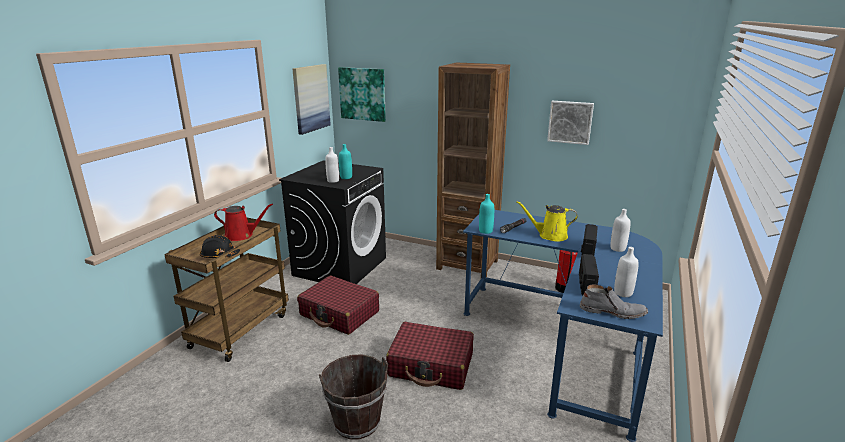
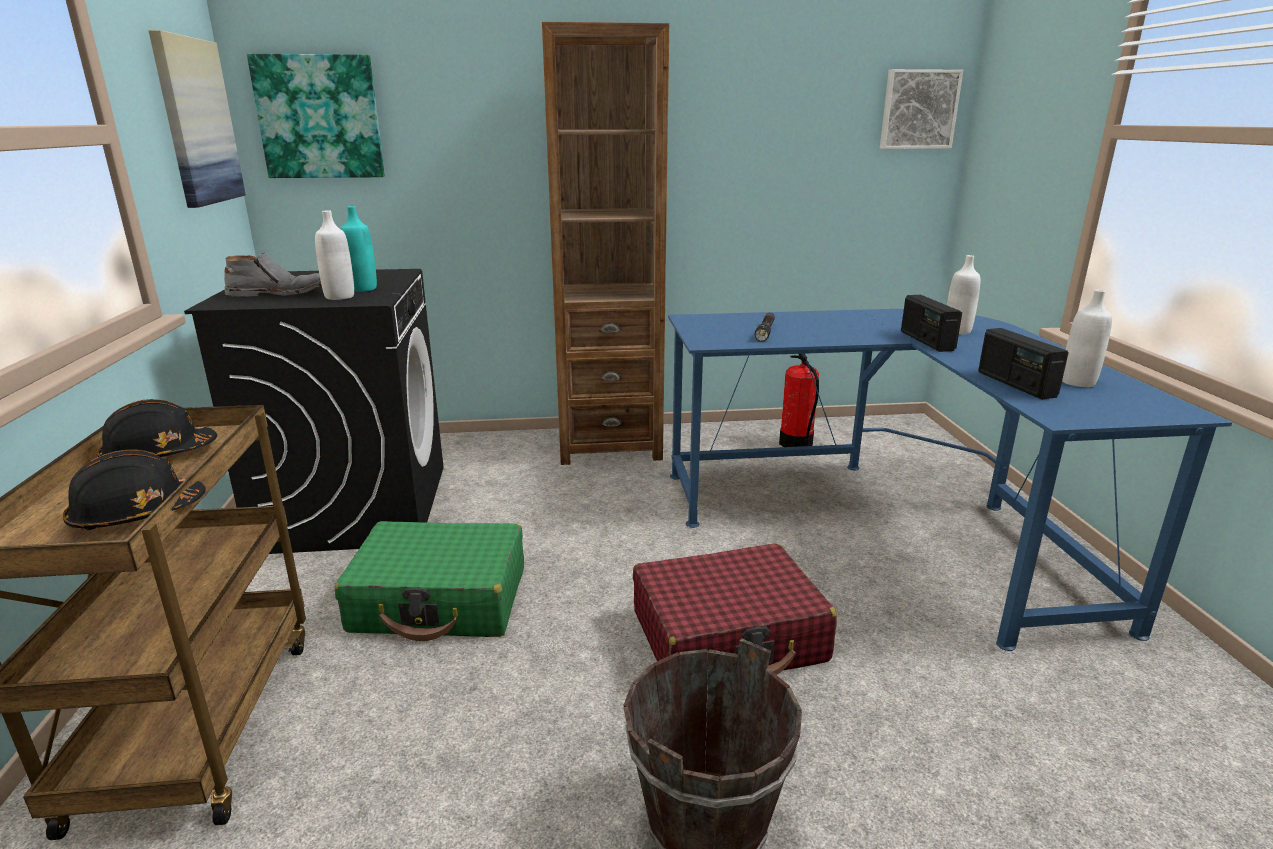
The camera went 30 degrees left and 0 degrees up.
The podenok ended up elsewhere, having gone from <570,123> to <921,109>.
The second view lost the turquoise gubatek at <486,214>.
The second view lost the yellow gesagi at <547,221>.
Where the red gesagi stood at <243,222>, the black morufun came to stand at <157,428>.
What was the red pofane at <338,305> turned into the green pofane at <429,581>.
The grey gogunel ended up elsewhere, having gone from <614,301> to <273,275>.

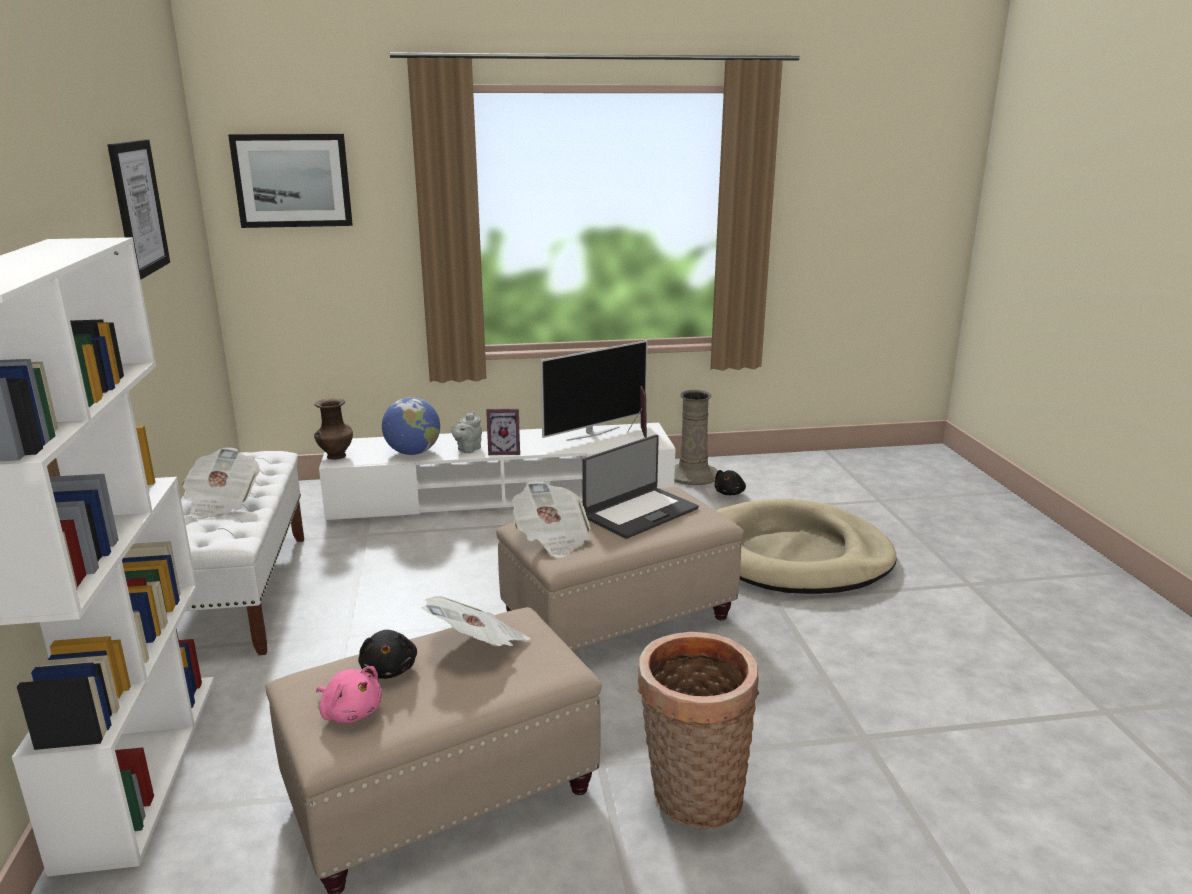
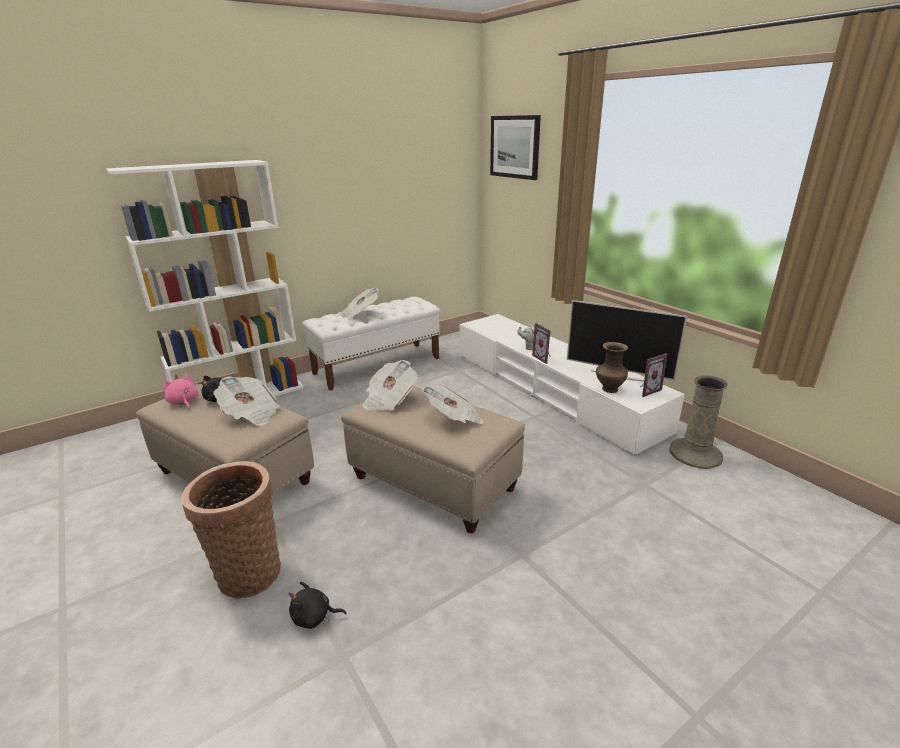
The camera went 65 degrees right and 5 degrees up.
The second view lost the podenok at <139,209>.
The second view lost the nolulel at <411,426>.
The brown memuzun ended up elsewhere, having gone from <333,429> to <612,367>.
Where the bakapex stood at <640,486>, the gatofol came to stand at <453,404>.
The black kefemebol ended up elsewhere, having gone from <730,482> to <318,605>.
The second view lost the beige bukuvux at <806,546>.
The pink kefemebol at <349,694> ended up facing another way, 135 degrees clockwise from before.

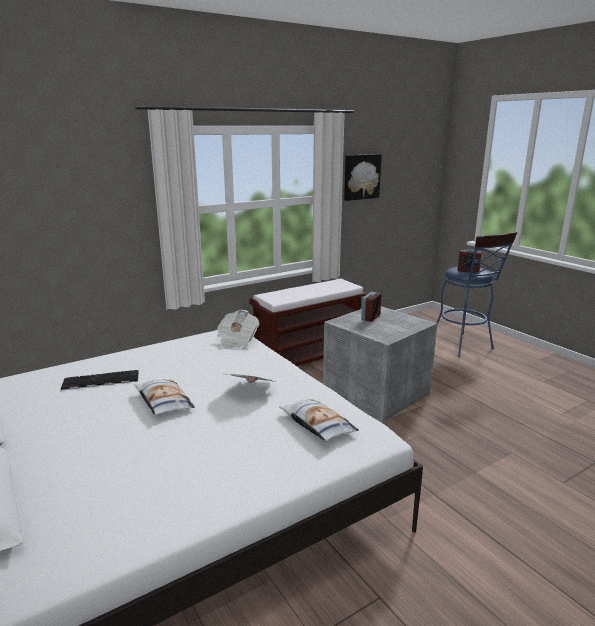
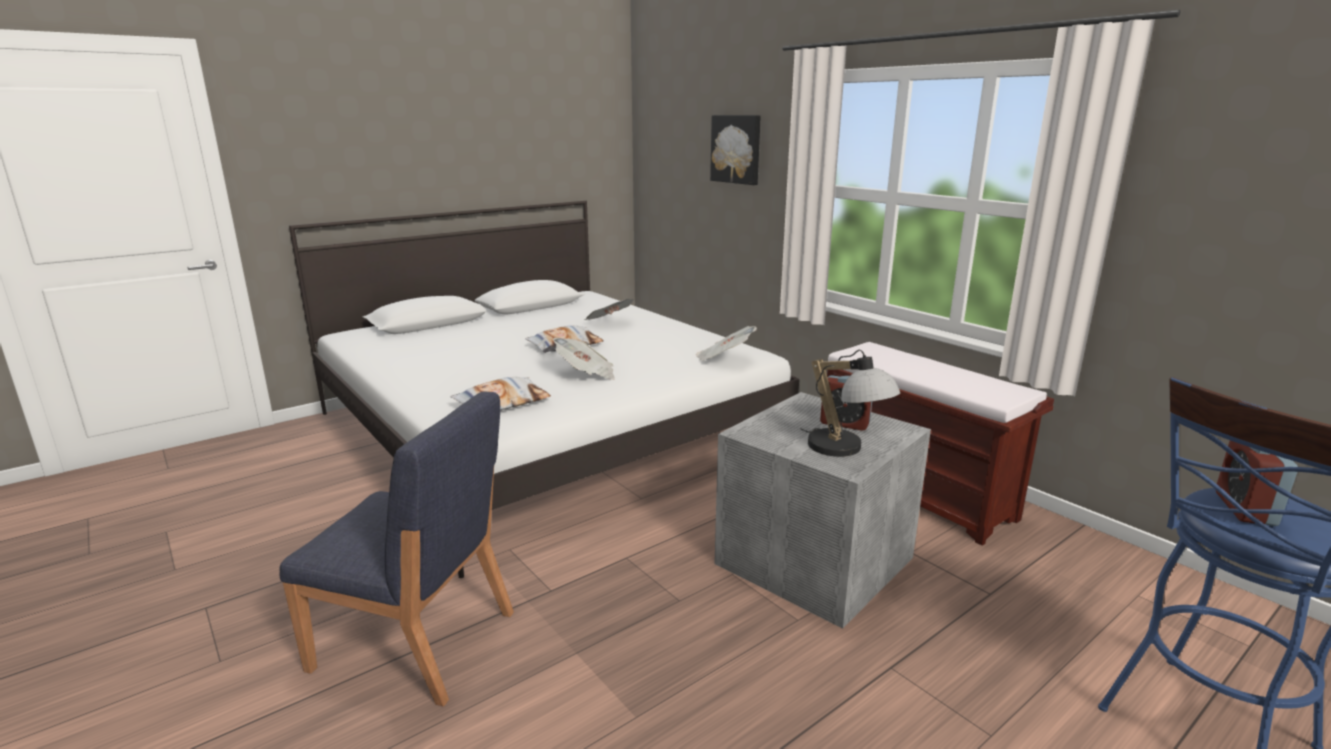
The camera went 85 degrees right and 0 degrees up.
The podenok ended up elsewhere, having gone from <363,177> to <735,150>.
Where the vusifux stood at <100,380>, the gatofol came to stand at <609,309>.
The second view gained the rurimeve at <850,403>.
The second view gained the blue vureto at <397,548>.

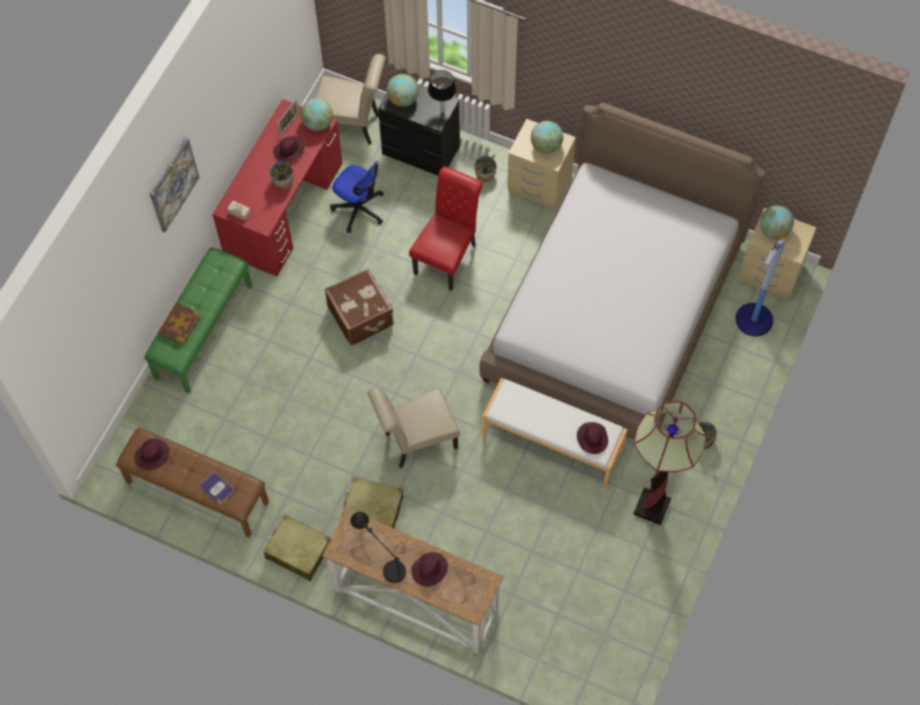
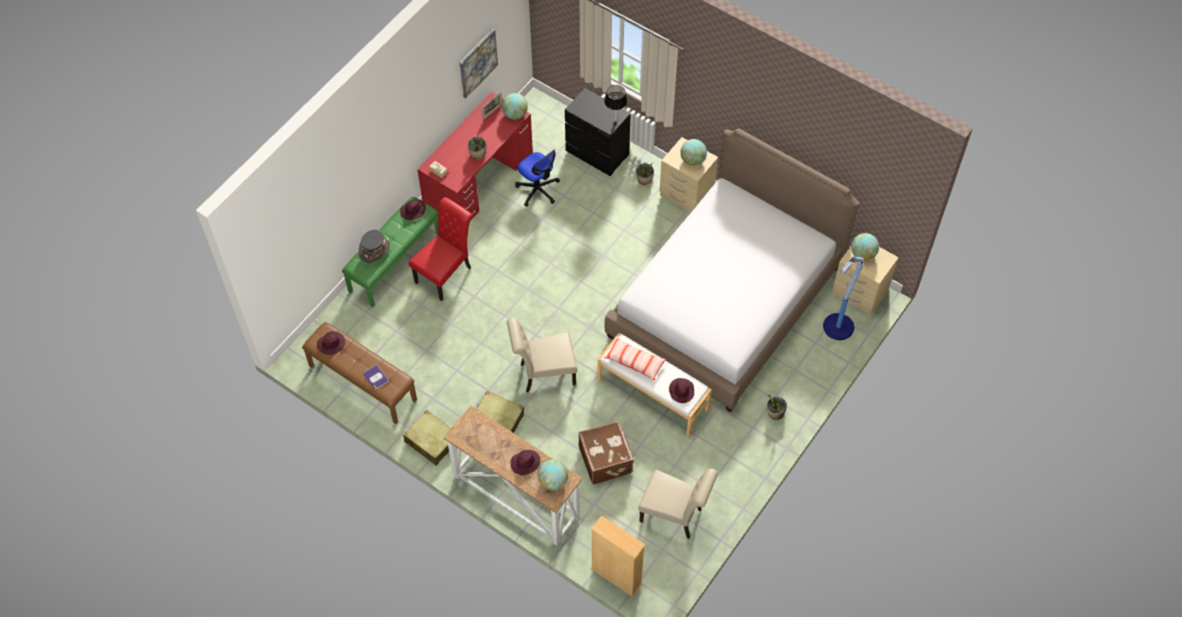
The camera went 10 degrees right and 5 degrees down.
The beige vureto ended up elsewhere, having gone from <351,99> to <678,503>.
The nolulel ended up elsewhere, having gone from <402,90> to <553,474>.
The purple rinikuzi ended up elsewhere, having gone from <289,149> to <413,210>.
The podenok ended up elsewhere, having gone from <174,184> to <478,64>.
The red vureto ended up elsewhere, having gone from <446,228> to <441,249>.
The brown pofane ended up elsewhere, having gone from <359,307> to <606,453>.
Where the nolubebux stood at <179,324>, the grey rinikuzi came to stand at <374,246>.
The second view lost the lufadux at <669,463>.
The second view lost the black rurimeve at <378,547>.
The second view gained the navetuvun at <634,359>.
The second view gained the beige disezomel at <618,556>.

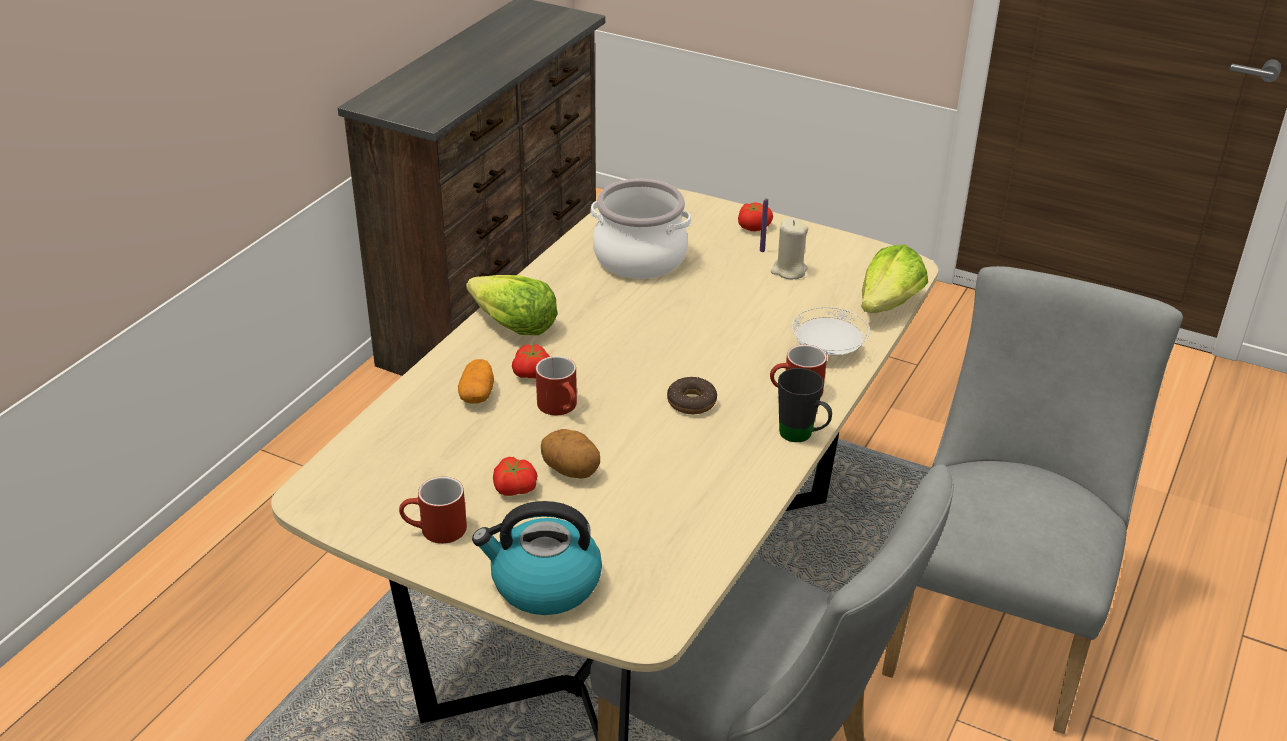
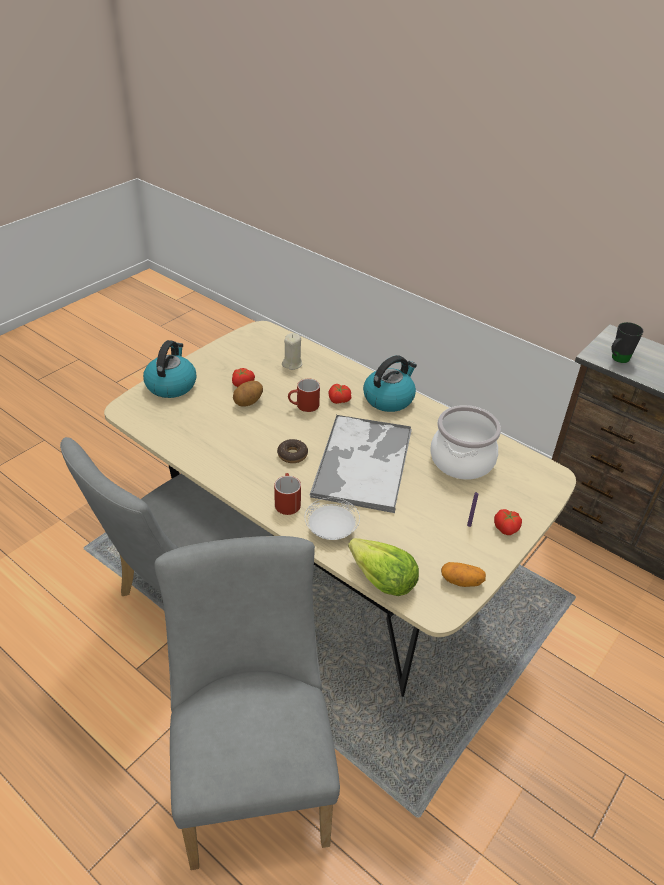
The camera went 100 degrees right and 5 degrees up.
The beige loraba ended up elsewhere, having gone from <789,248> to <292,351>.
The grey vureto at <1032,500> ended up facing another way, 135 degrees counterclockwise from before.
Where the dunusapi stood at <511,305>, the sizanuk came to stand at <390,383>.
The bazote ended up elsewhere, having gone from <476,381> to <463,574>.
The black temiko ended up elsewhere, having gone from <805,405> to <627,342>.
The second view lost the red temiko at <433,510>.
The second view gained the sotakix at <361,464>.

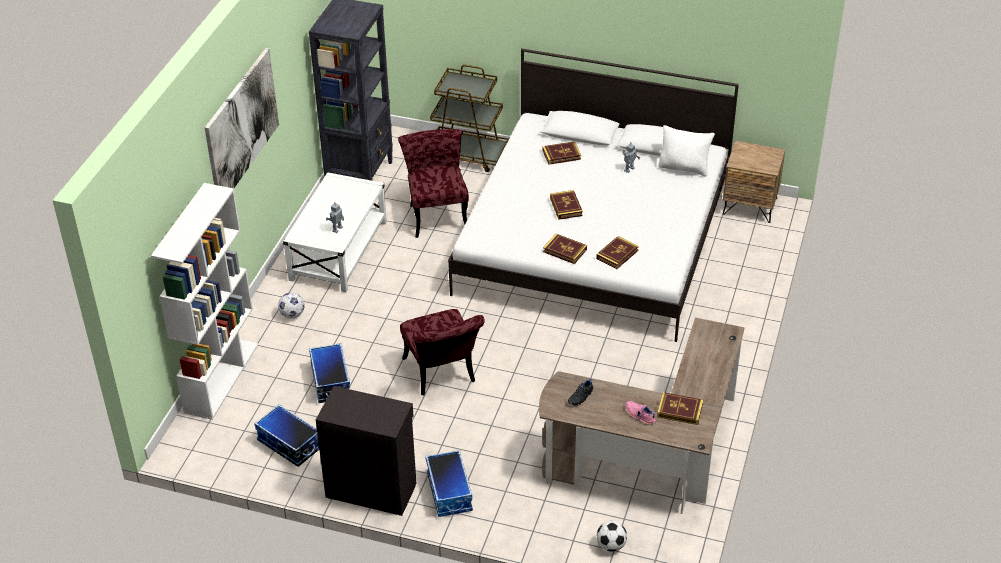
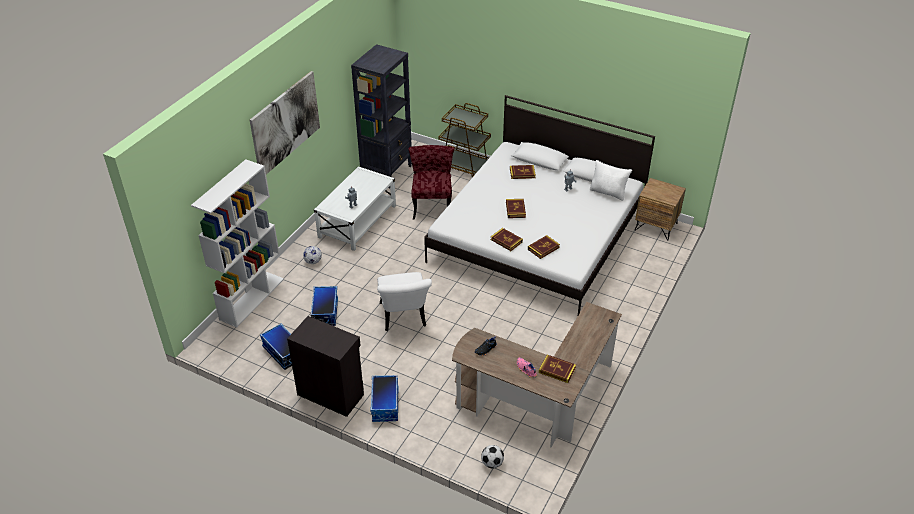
The camera went 10 degrees right and 0 degrees up.
What was the red vureto at <442,352> turned into the white vureto at <404,301>.

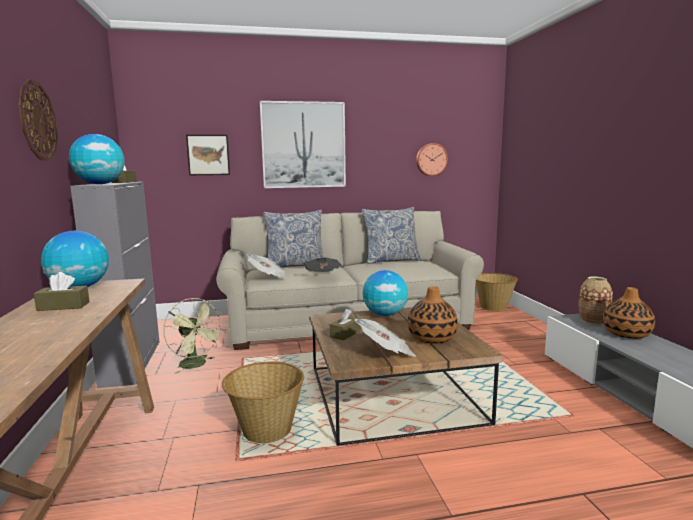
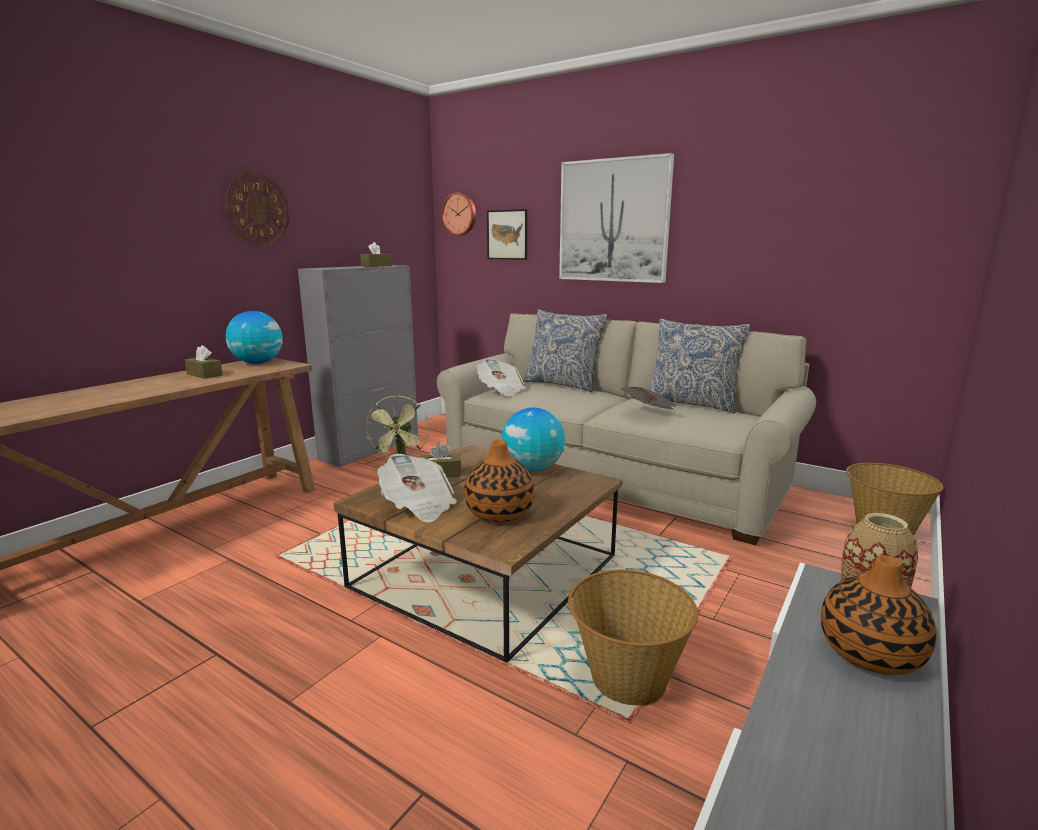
The camera went 45 degrees right and 5 degrees up.
The second view lost the nolulel at <97,159>.
The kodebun ended up elsewhere, having gone from <432,159> to <458,214>.
The gatofol ended up elsewhere, having gone from <322,265> to <648,398>.
The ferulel ended up elsewhere, having gone from <263,402> to <633,638>.

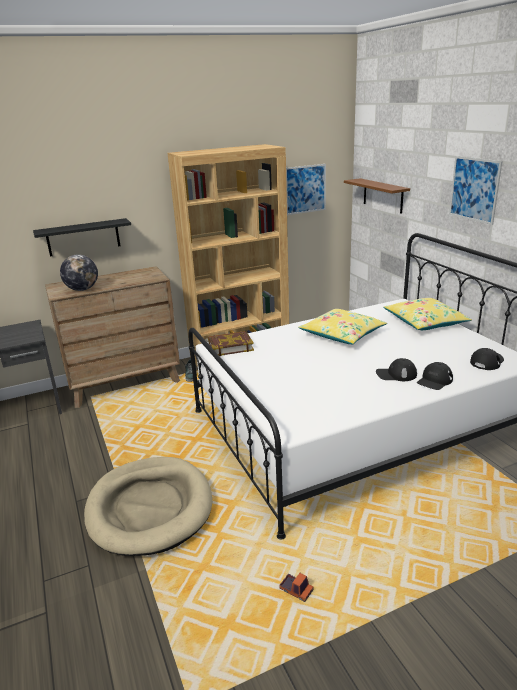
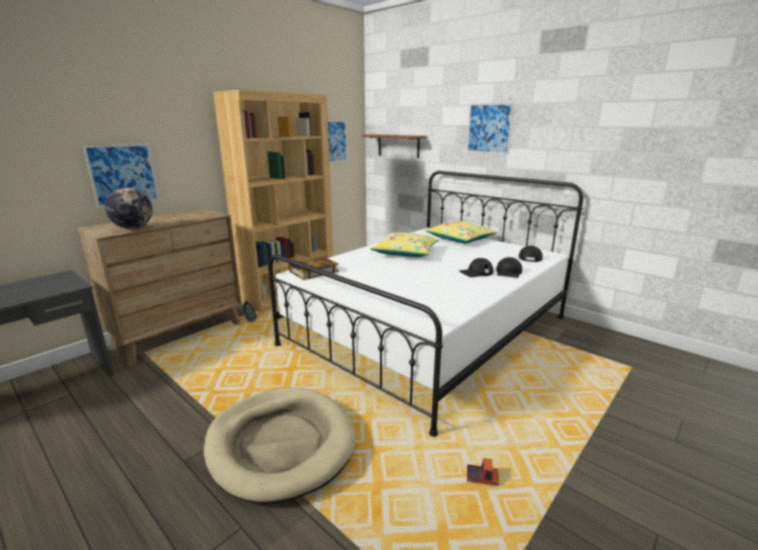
The camera went 25 degrees left and 5 degrees down.
Where the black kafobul hung at <82,237>, the podenok came to hang at <121,175>.

